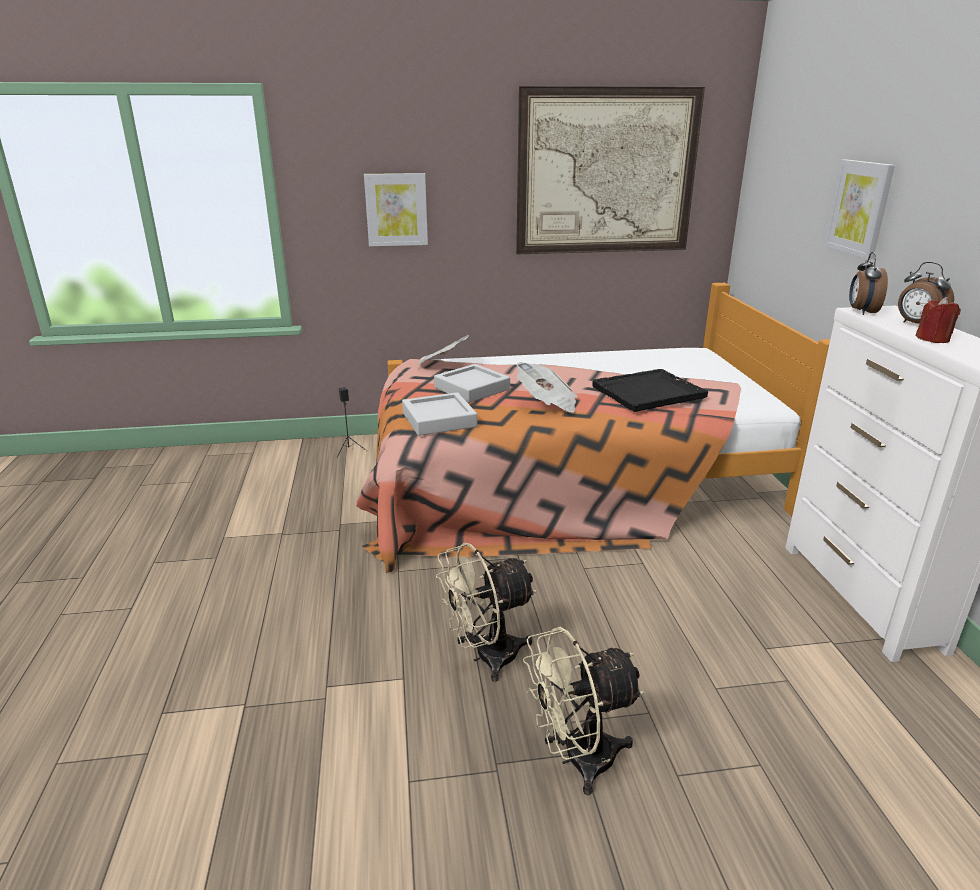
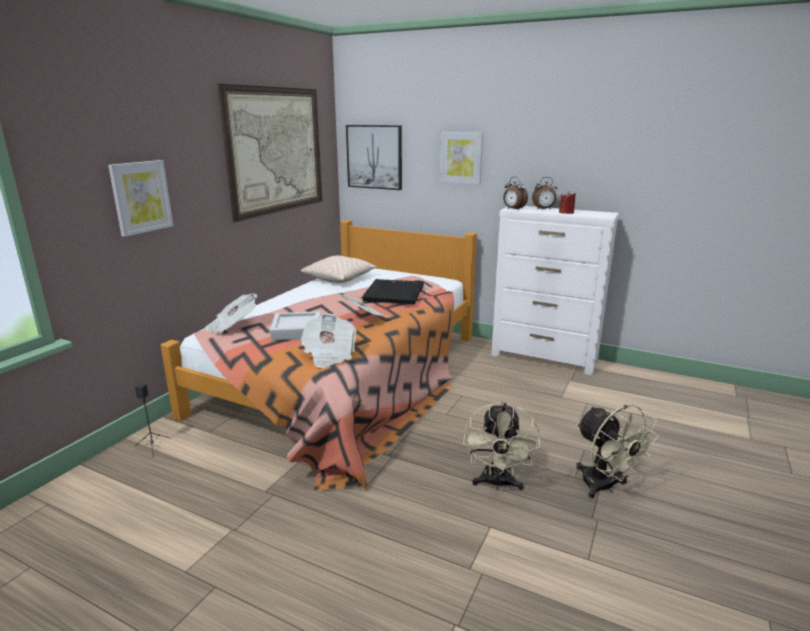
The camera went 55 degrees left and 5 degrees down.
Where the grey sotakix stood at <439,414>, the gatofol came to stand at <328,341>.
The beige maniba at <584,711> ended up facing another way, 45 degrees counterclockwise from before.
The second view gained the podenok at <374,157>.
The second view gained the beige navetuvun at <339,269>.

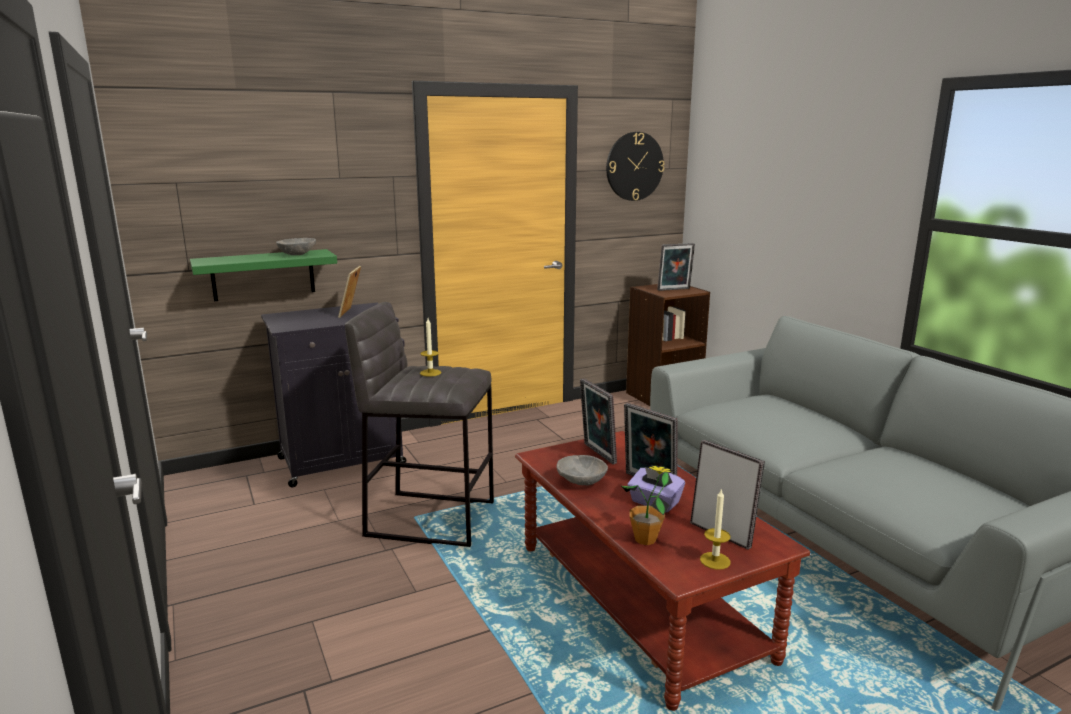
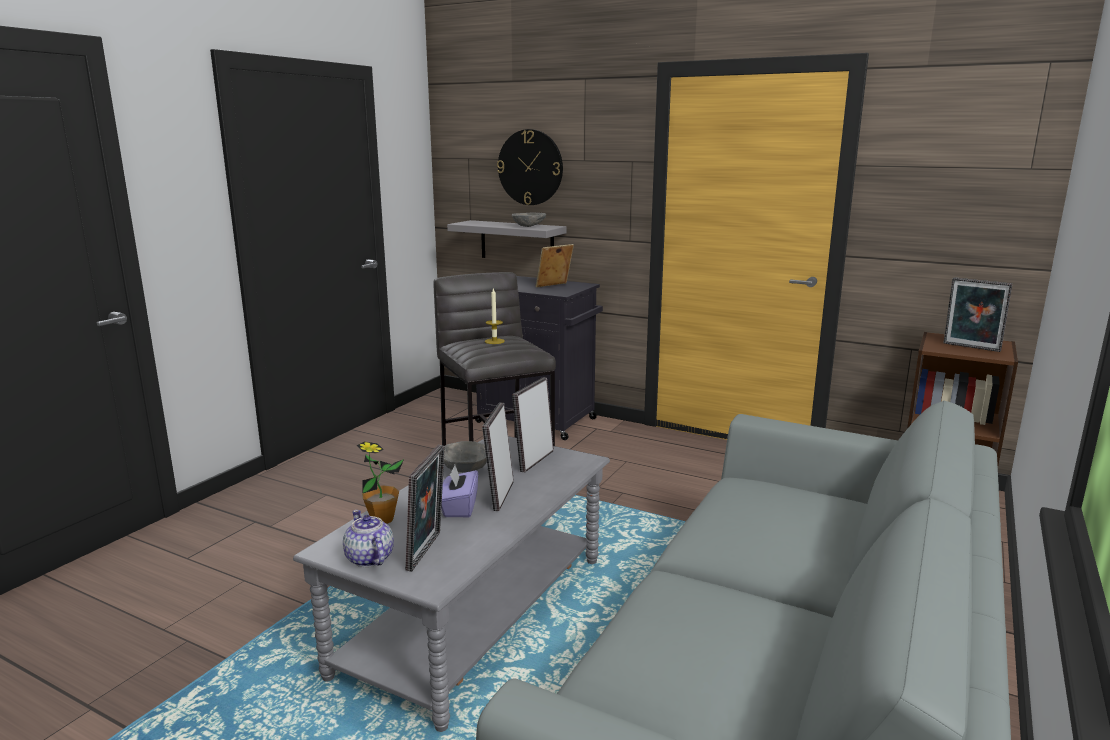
The camera went 55 degrees right and 0 degrees up.
The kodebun ended up elsewhere, having gone from <635,166> to <530,167>.
What was the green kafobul at <263,275> turned into the grey kafobul at <507,239>.
What was the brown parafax at <662,571> turned into the grey parafax at <451,584>.
Where the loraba stood at <715,529>, the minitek came to stand at <368,538>.

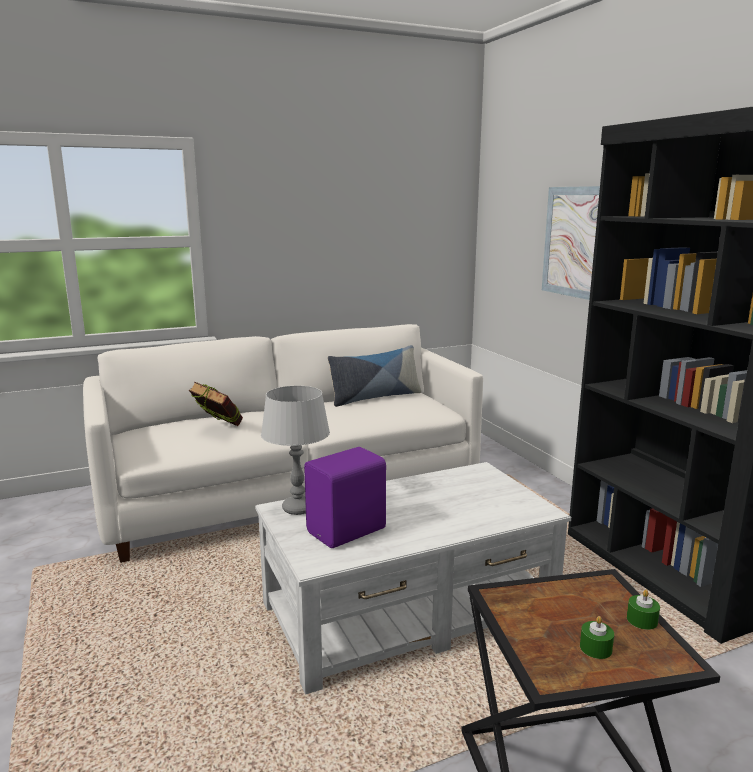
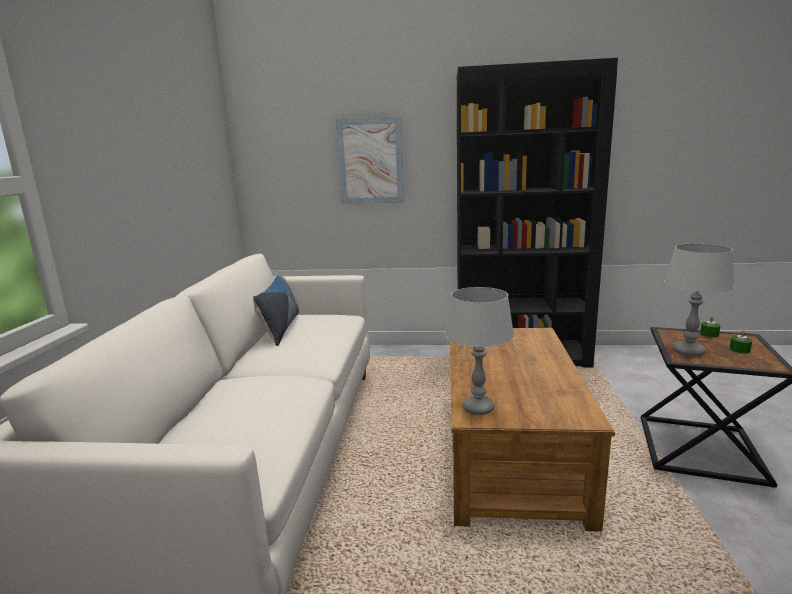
The camera went 60 degrees left and 0 degrees up.
The second view lost the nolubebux at <216,403>.
The second view lost the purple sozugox at <345,497>.
What was the white parafax at <413,578> turned into the brown parafax at <532,430>.
The second view gained the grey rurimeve at <699,300>.

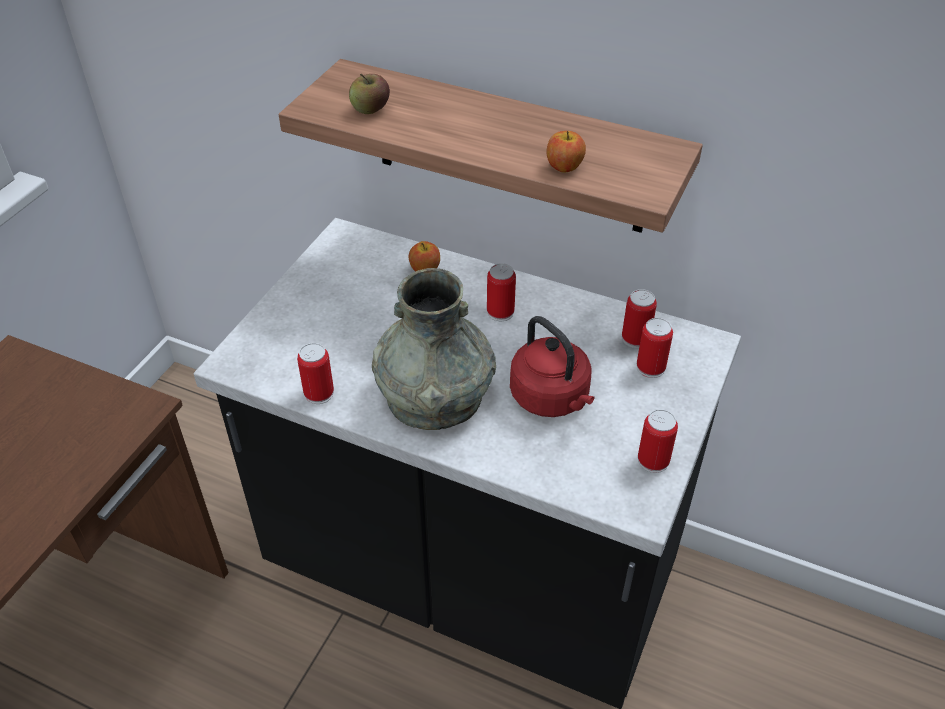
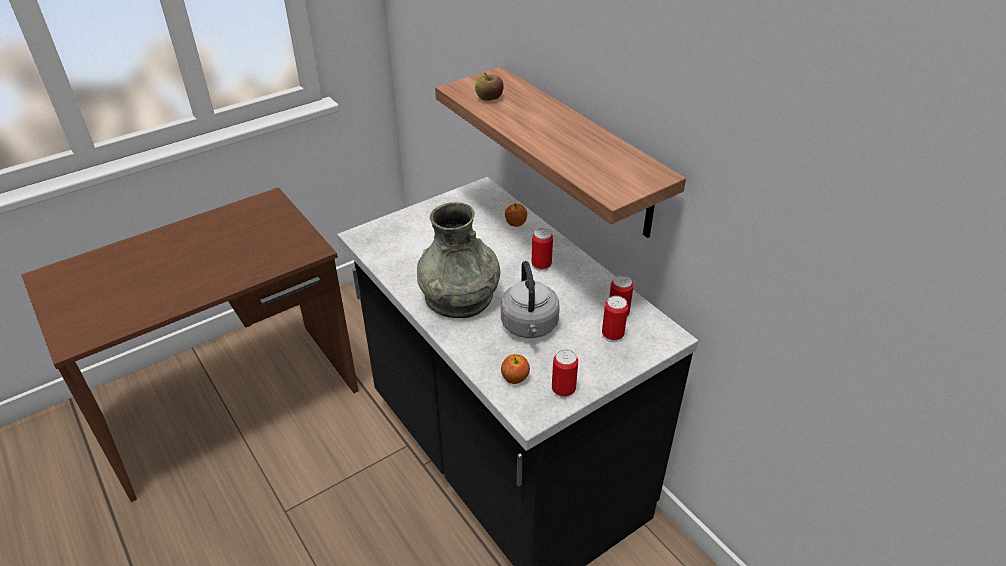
The camera went 30 degrees right and 5 degrees down.
The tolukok ended up elsewhere, having gone from <566,152> to <515,369>.
What was the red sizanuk at <552,366> turned into the grey sizanuk at <530,299>.
The second view lost the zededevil at <315,373>.

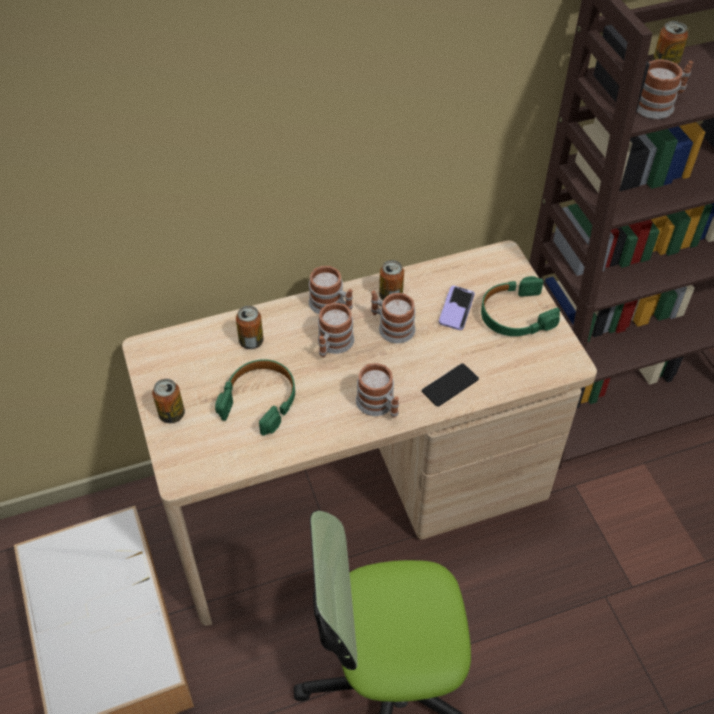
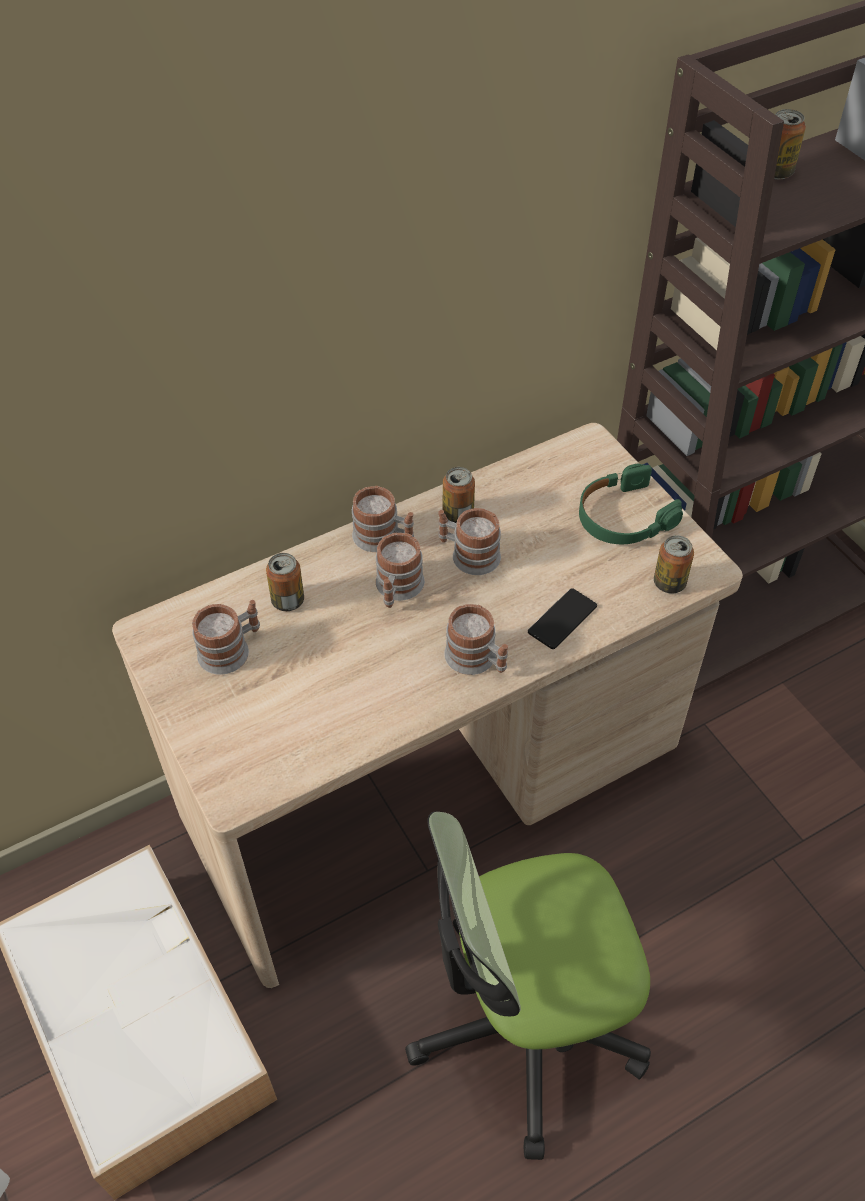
The camera went 10 degrees left and 0 degrees up.
The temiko ended up elsewhere, having gone from <665,89> to <226,637>.
The second view lost the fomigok at <457,308>.
The second view lost the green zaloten at <255,397>.
The zededevil ended up elsewhere, having gone from <168,401> to <674,564>.

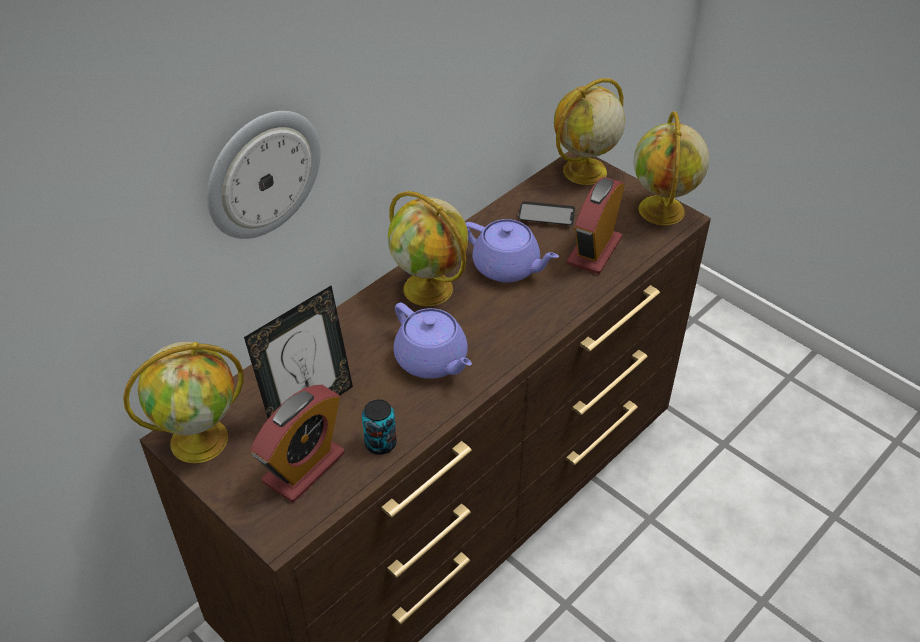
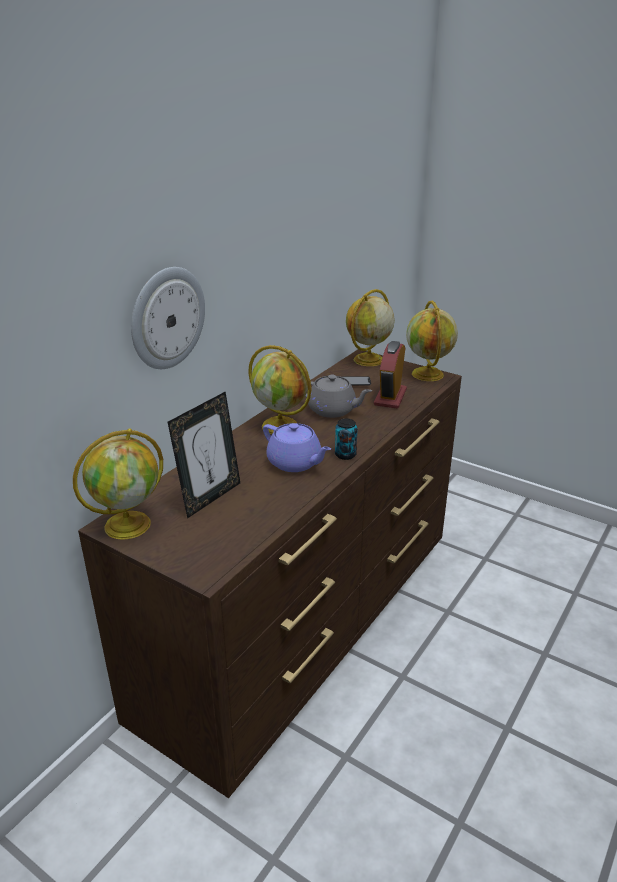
The camera went 10 degrees left and 15 degrees down.
What was the purple minitek at <512,251> turned into the grey minitek at <338,396>.
The second view lost the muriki at <297,443>.
The zededevil ended up elsewhere, having gone from <379,427> to <346,439>.

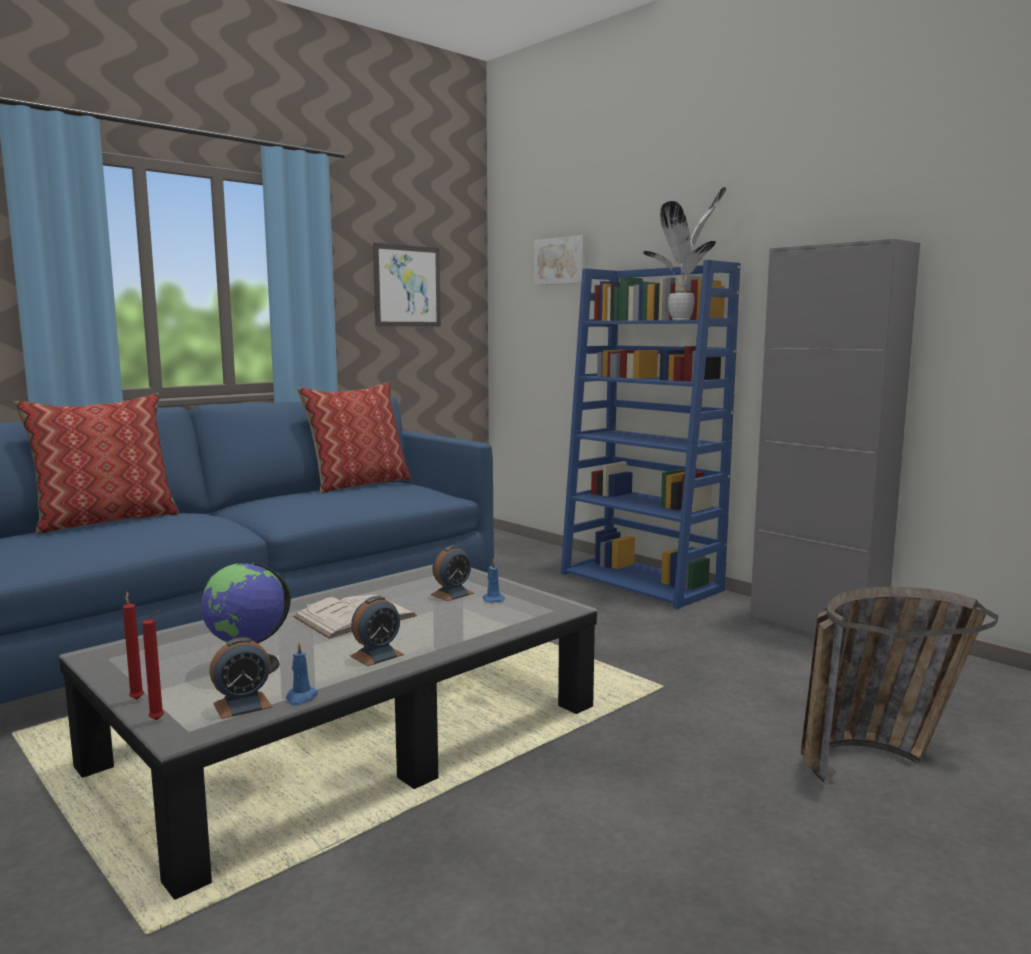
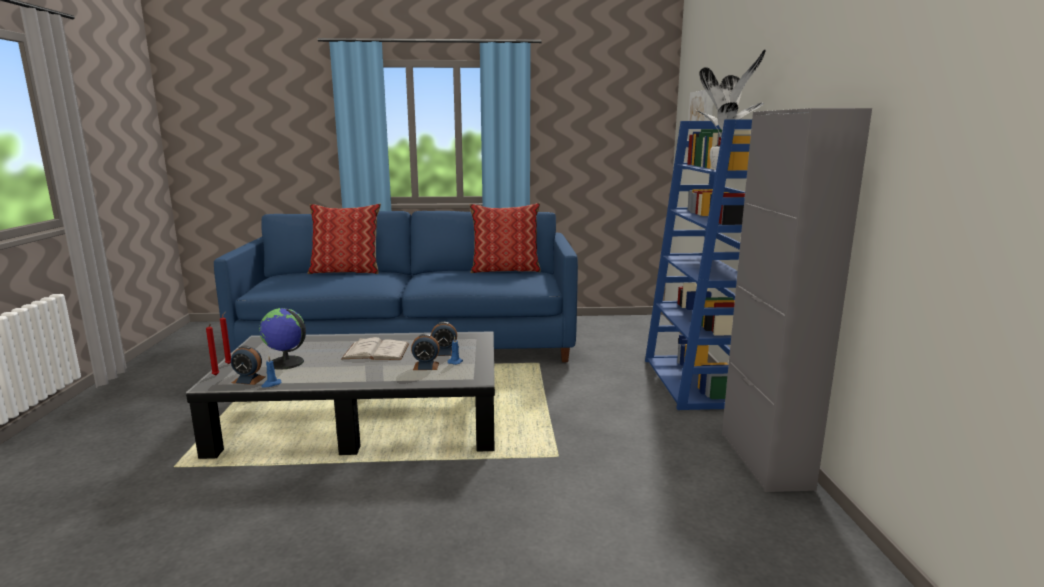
The camera went 40 degrees right and 5 degrees up.
The second view lost the podenok at <407,284>.
The second view lost the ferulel at <899,685>.
The muriki ended up elsewhere, having gone from <377,631> to <425,352>.

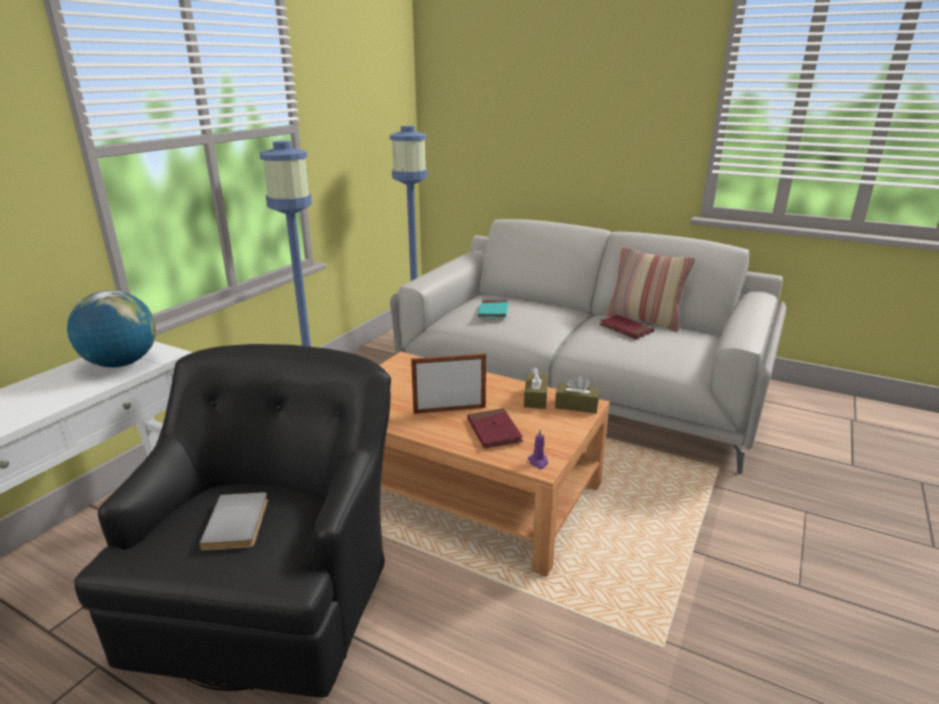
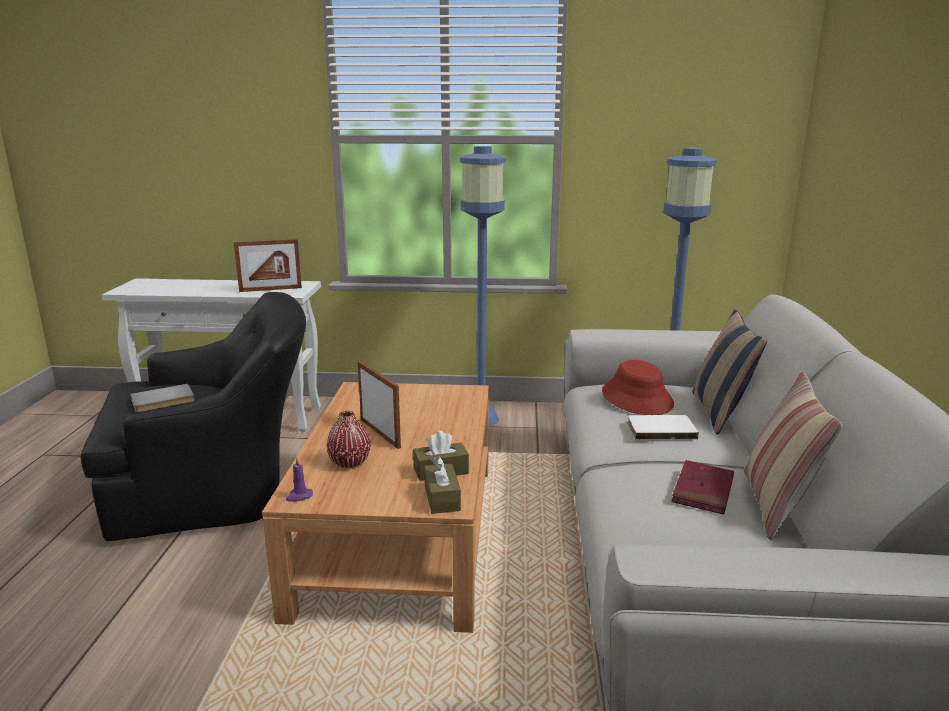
The camera went 65 degrees right and 5 degrees down.
Where the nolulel stood at <111,328>, the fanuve came to stand at <268,265>.
Where the turquoise nolubebux stood at <493,309>, the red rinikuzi came to stand at <638,387>.
Where the red nolubebux stood at <495,428>, the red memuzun came to stand at <349,439>.
The second view gained the navetuvun at <729,372>.
The second view gained the white nolubebux at <663,427>.

